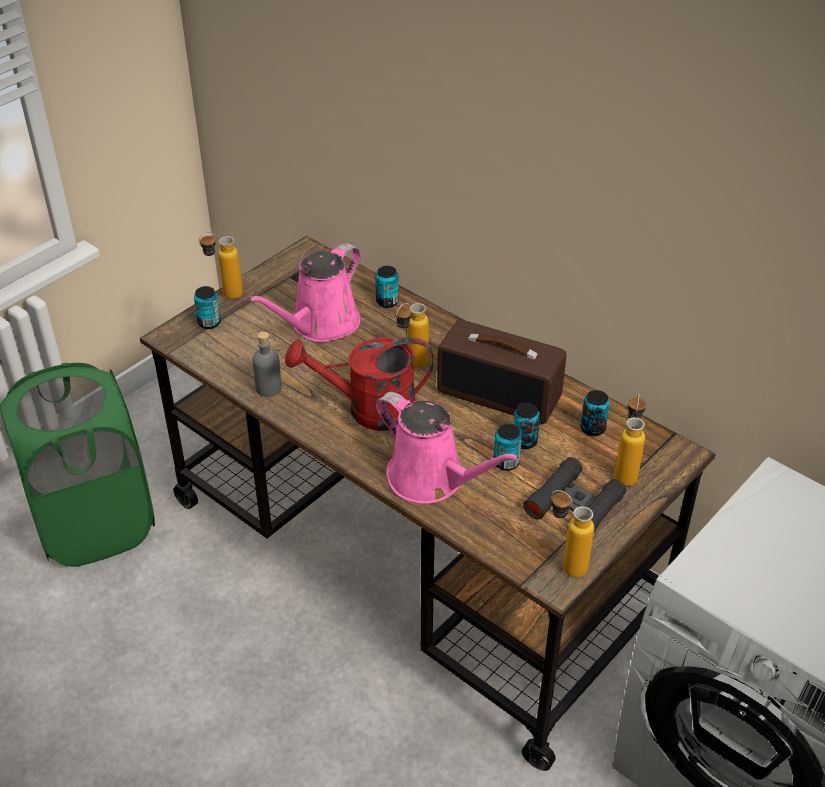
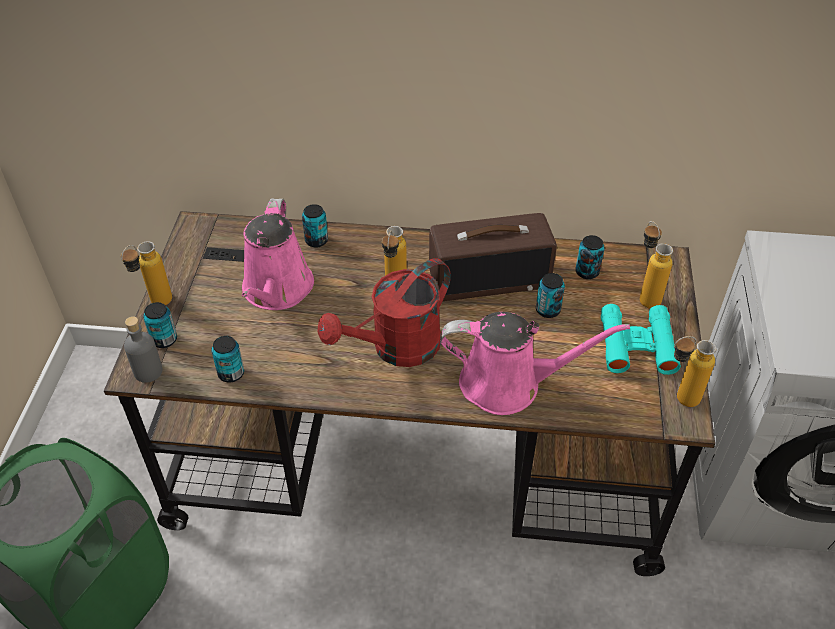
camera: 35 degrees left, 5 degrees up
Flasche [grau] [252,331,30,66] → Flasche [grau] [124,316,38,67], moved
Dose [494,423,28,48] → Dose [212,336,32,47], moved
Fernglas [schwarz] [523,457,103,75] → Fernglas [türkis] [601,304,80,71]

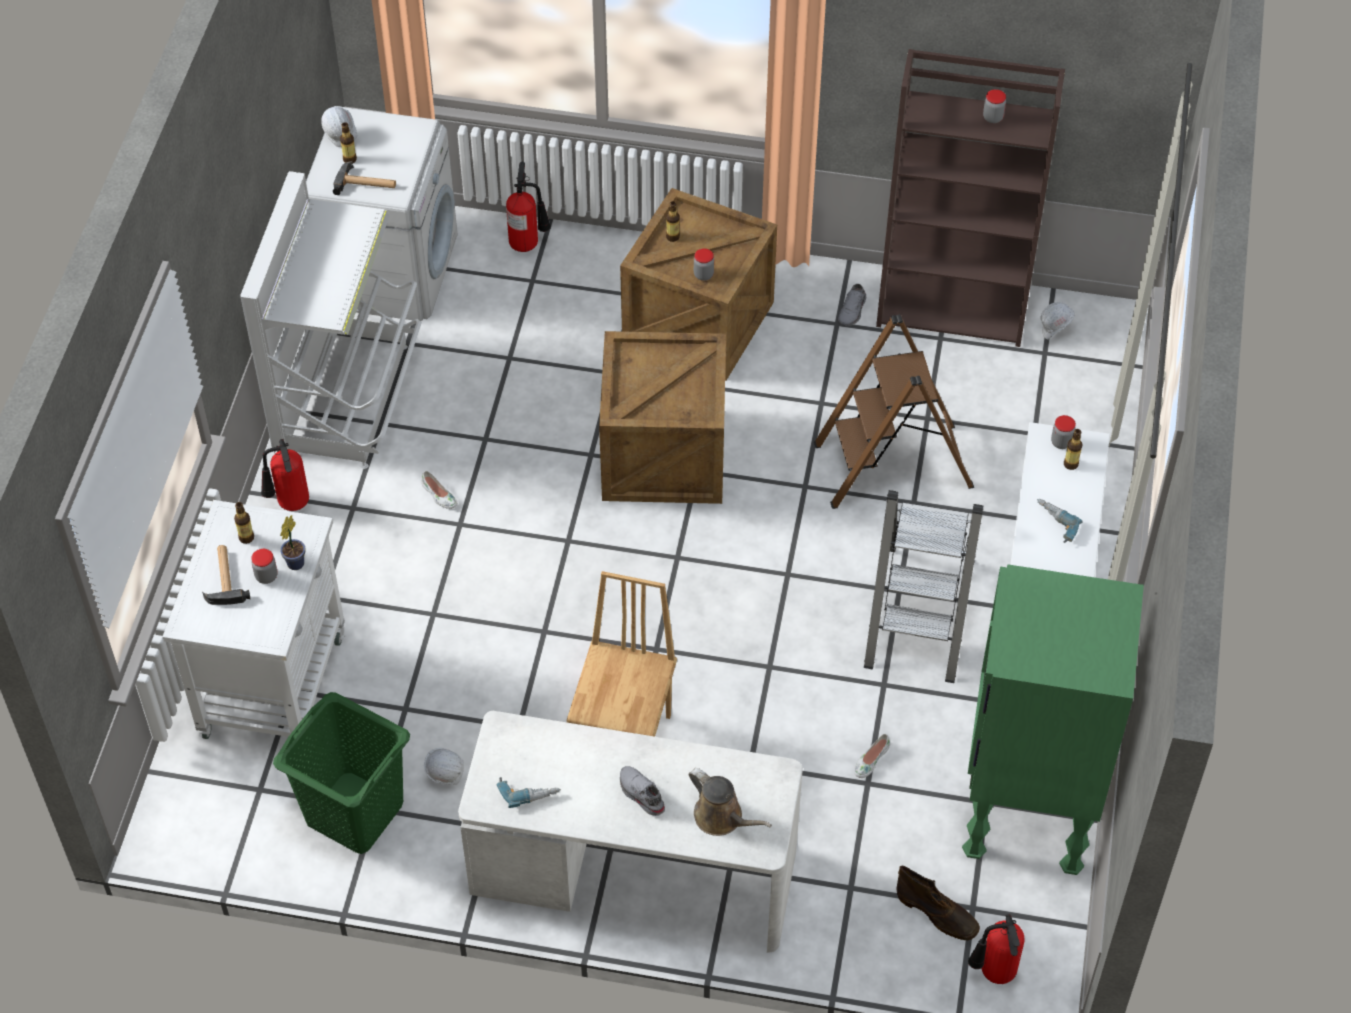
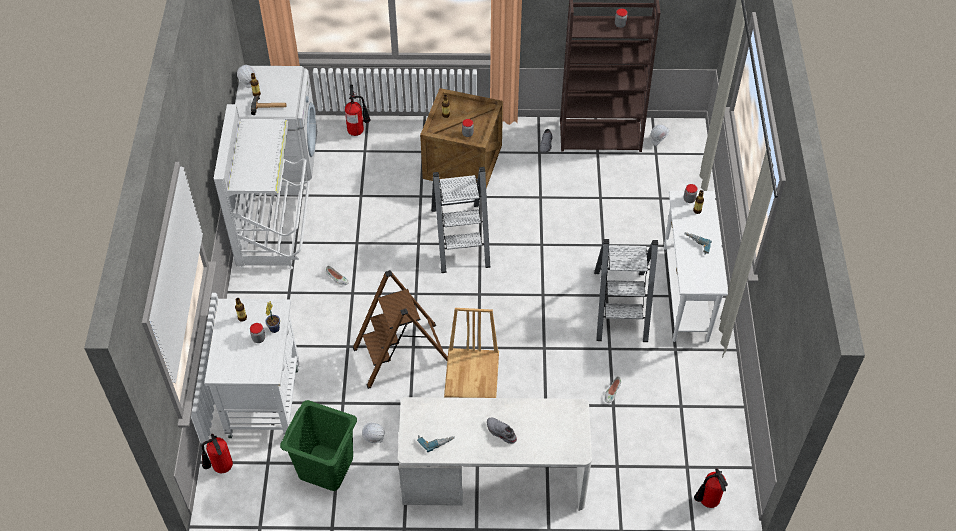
camera: 10 degrees left, 0 degrees up
Trittleiter [braun] [814,314,160,195] → Trittleiter [braun] [353,270,95,119], moved
Kiste [599,331,127,173] → Trittleiter [grau] [431,167,59,106]
Feuerlöscher [261,439,48,72] → Feuerlöscher [201,434,32,39], moved
Hammer [202,545,48,60] → -
Schrank [grün] [962,564,182,311] → -
Gießkanne [braun] [689,768,83,68] → -
Stiefel [braun] [896,866,84,74] → -

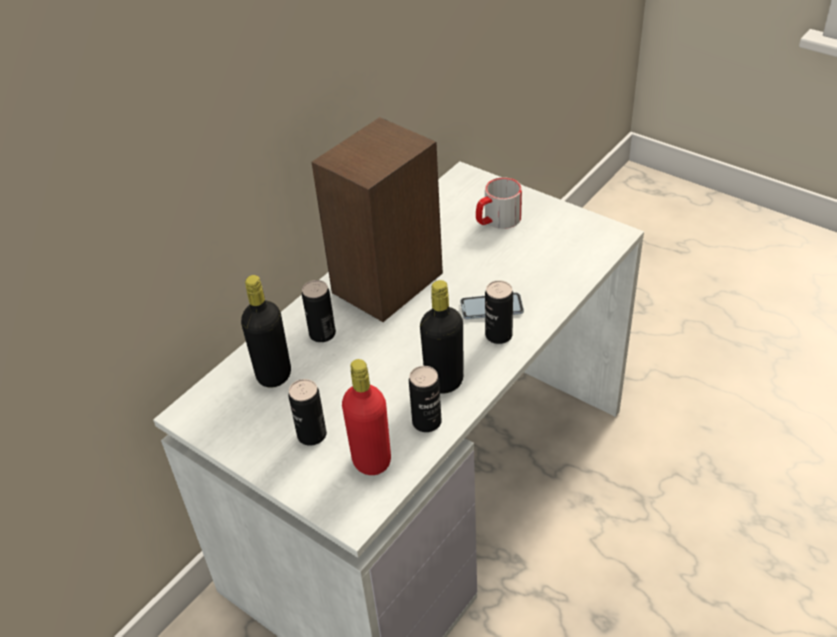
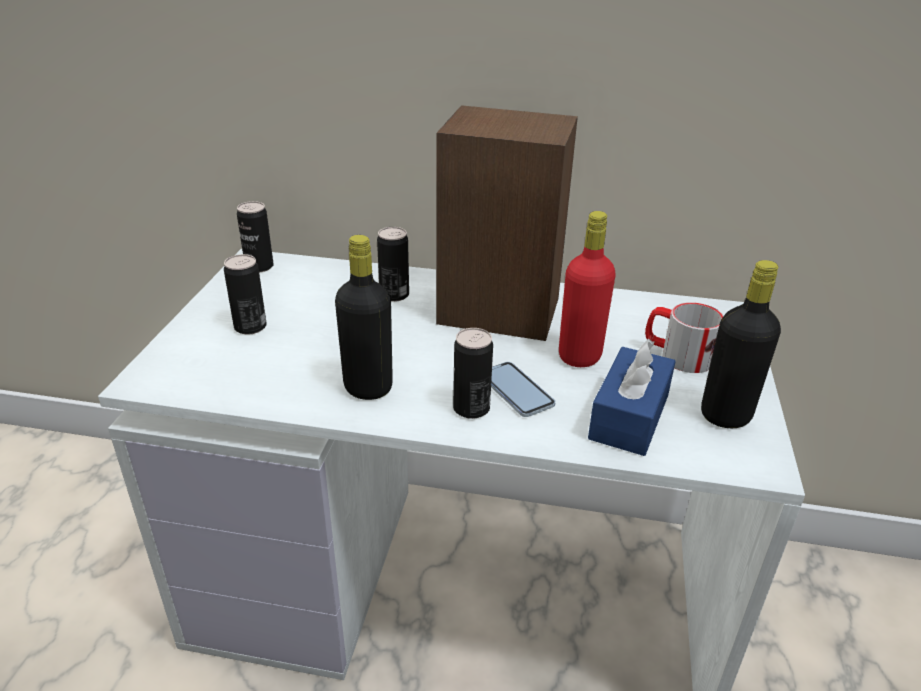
camera: 60 degrees right, 10 degrees down
Flasche [schwarz] [241,275,50,113] → Flasche [schwarz] [701,260,80,168], moved
Flasche [rot] [342,359,49,116] → Flasche [rot] [559,211,57,156], moved
Dose [409,366,33,66] → Dose [237,201,37,72], moved
- → Taschentuchbox [blau] [588,339,88,117]

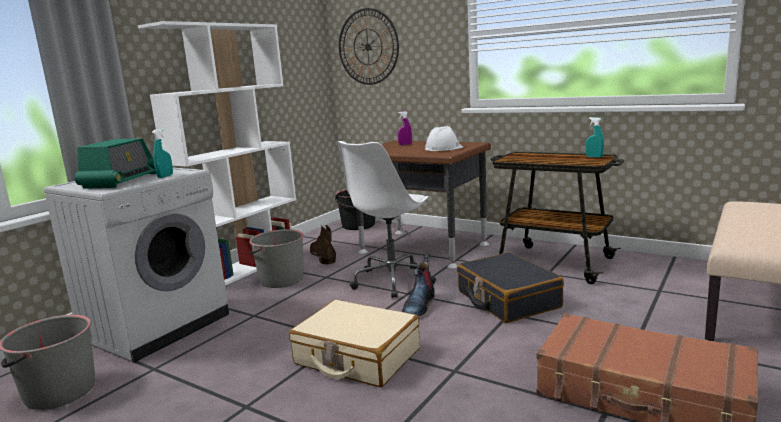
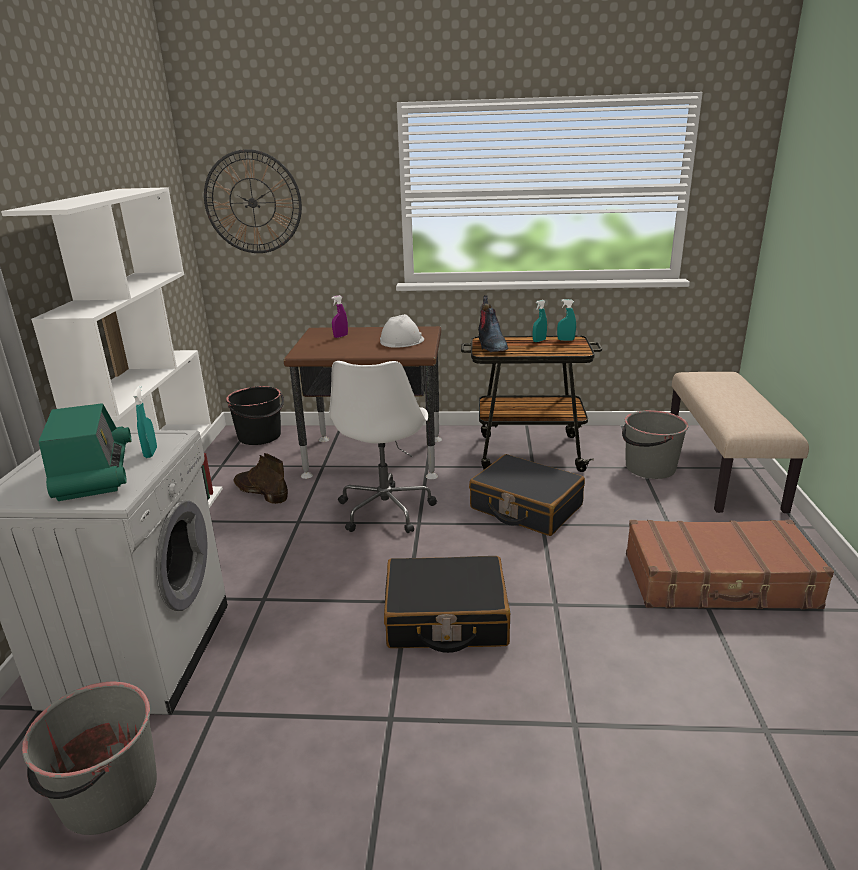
camera: 30 degrees left, 10 degrees up
Eimer [grau] [249,229,55,59] → Eimer [grau] [622,410,67,69], moved
Stiefel [402,253,33,63] → Stiefel [478,295,30,57], moved
Koffer [beige] [289,300,131,87] → Koffer [schwarz] [384,556,126,97]
- → Sprühflasche [türkis] [533,300,14,42]

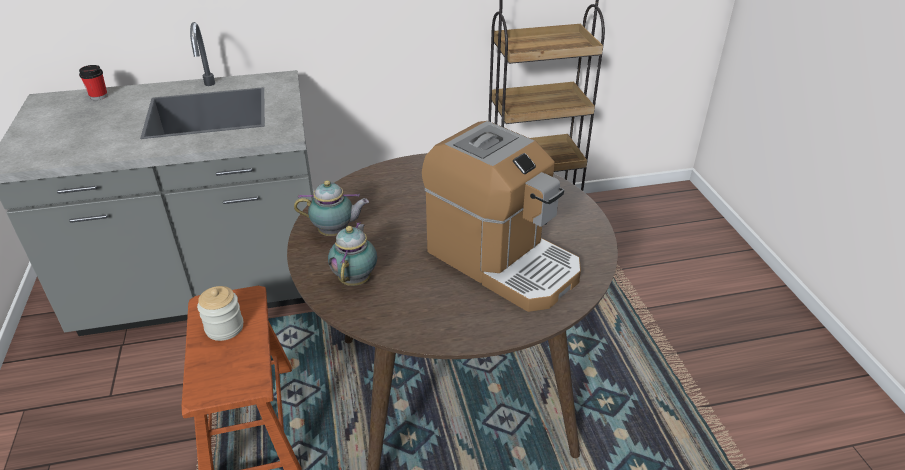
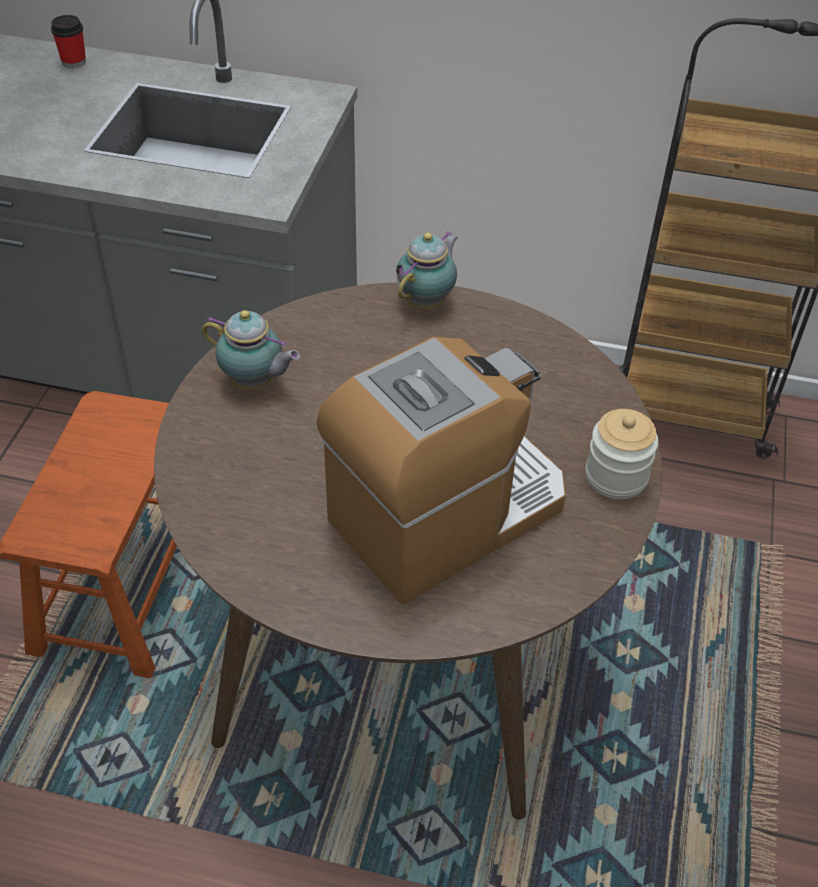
camera: 25 degrees right, 10 degrees up
Kaffeemaschine [422,121,159,191] → Kaffeemaschine [316,337,250,268], 105 degrees counterclockwise
Teekanne [328,222,49,64] → Teekanne [396,231,62,78], moved
Vorratsglas [197,286,46,55] → Vorratsglas [586,409,72,90], moved

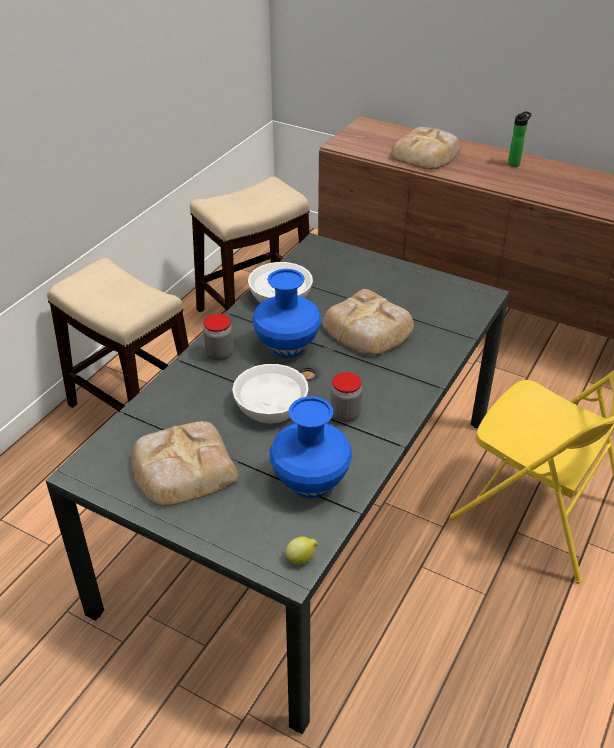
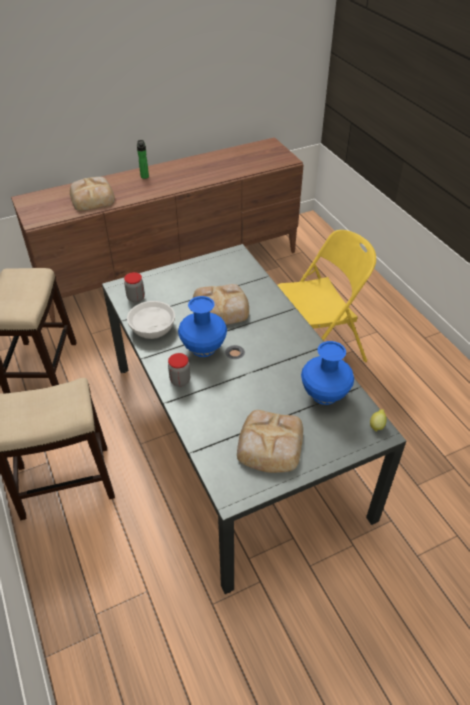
camera: 55 degrees left, 5 degrees up
Schüssel [weiß] [232,364,77,60] → -
Vorratsglas [330,372,32,50] → Vorratsglas [124,272,21,30], moved

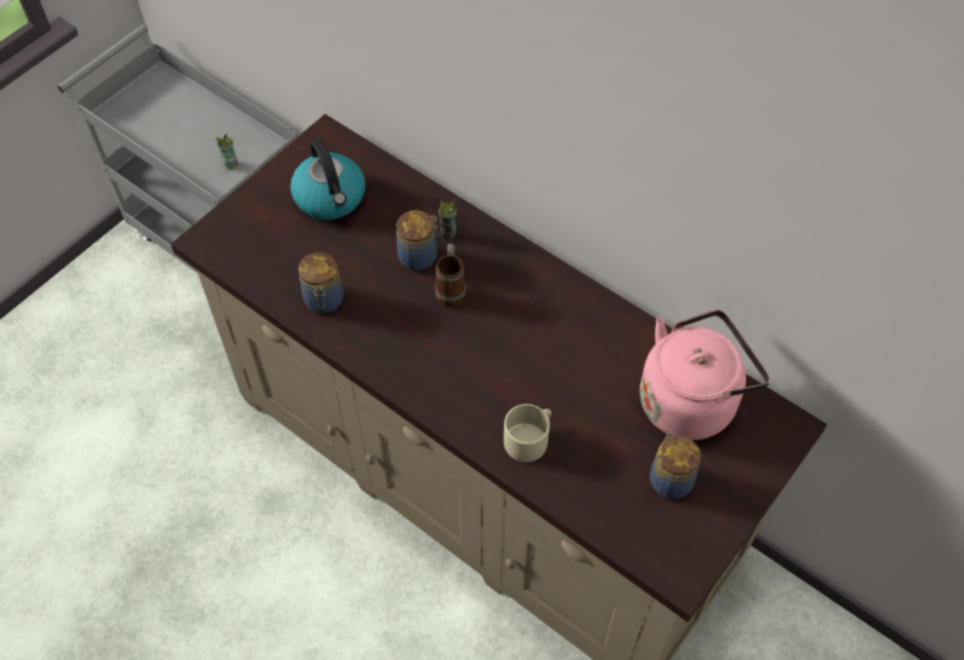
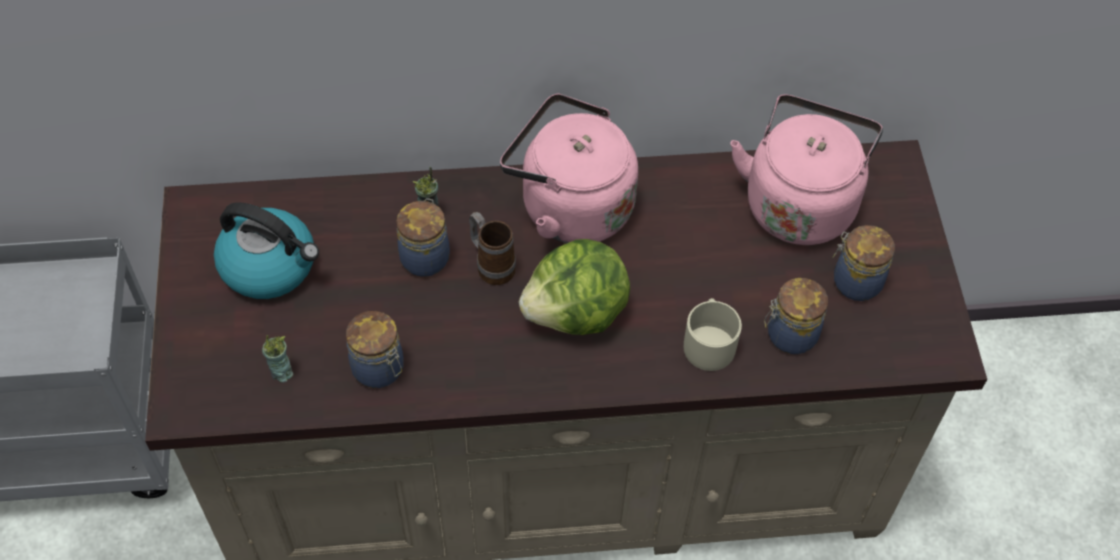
camera: 45 degrees left, 0 degrees up
Tasse [216,134,22,36] → Tasse [262,335,32,47], moved
- → Wasserkessel [rosa] [500,93,138,150]
- → Salatkopf [519,239,111,96]
- → Vorratsglas [764,278,64,76]

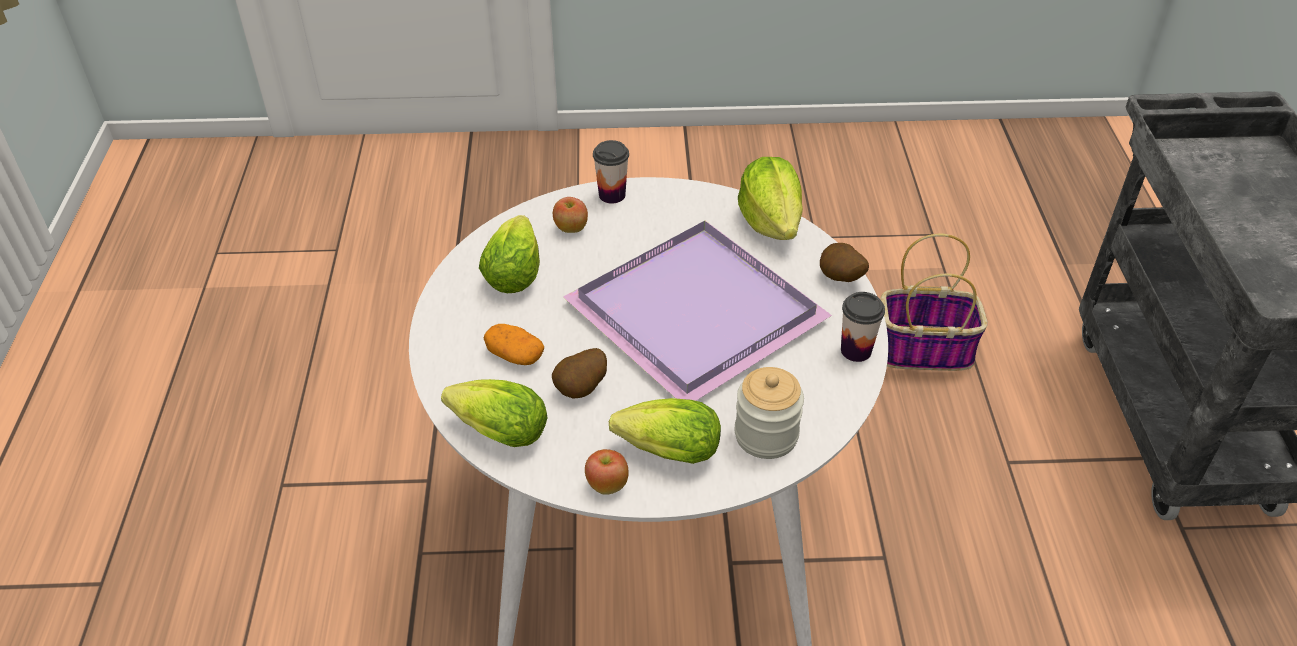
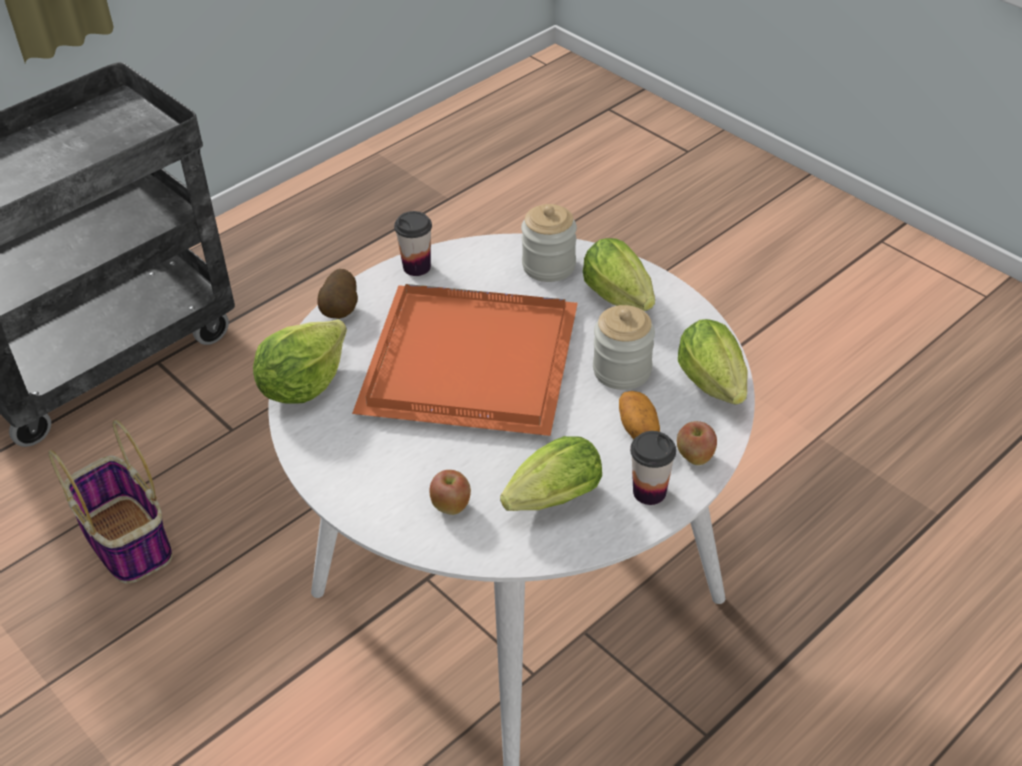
camera: 130 degrees left, 0 degrees up
Tasse [593,140,36,64] → Tasse [630,431,46,74], moved
Tablett [lila] [563,221,269,180] → Tablett [orange] [352,284,226,152]
Kartoffel [552,348,55,51] → Vorratsglas [593,305,62,85]
Apfel [585,449,44,46] → Apfel [677,421,40,44], moved

